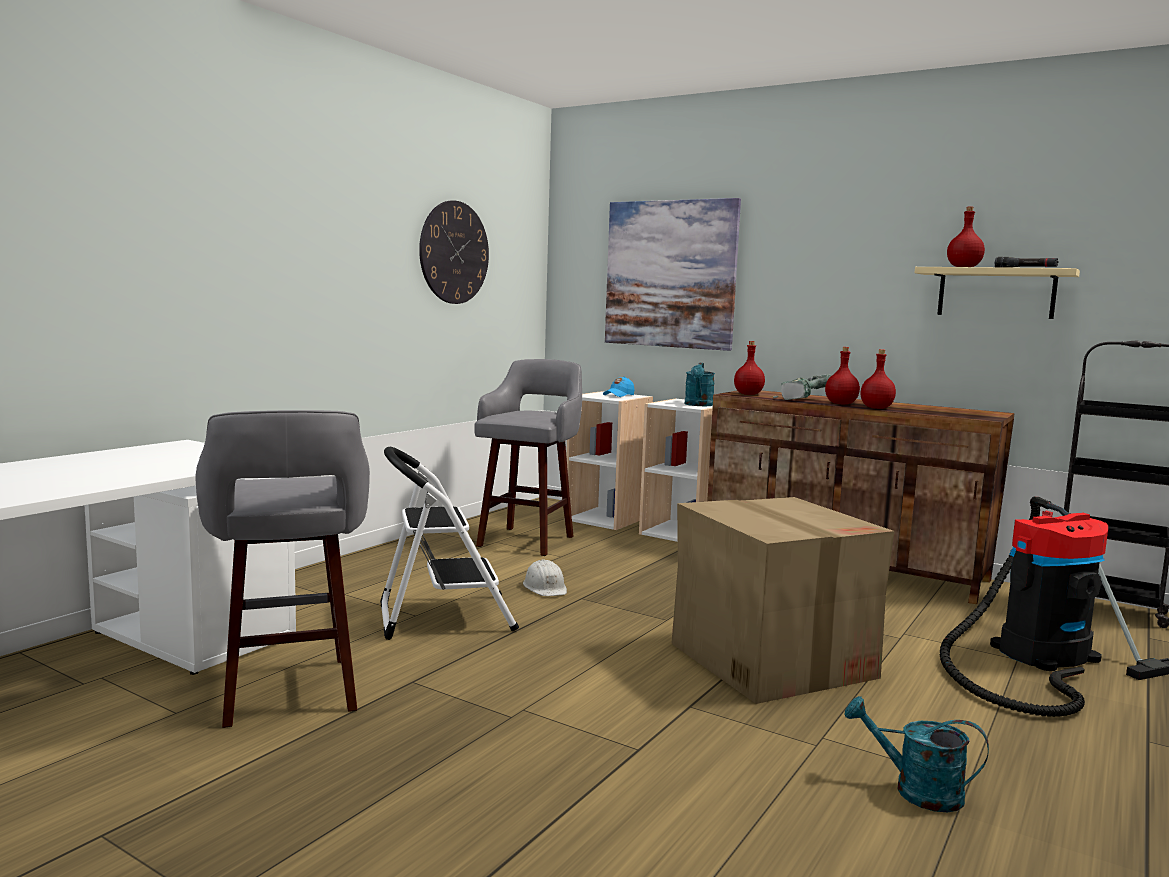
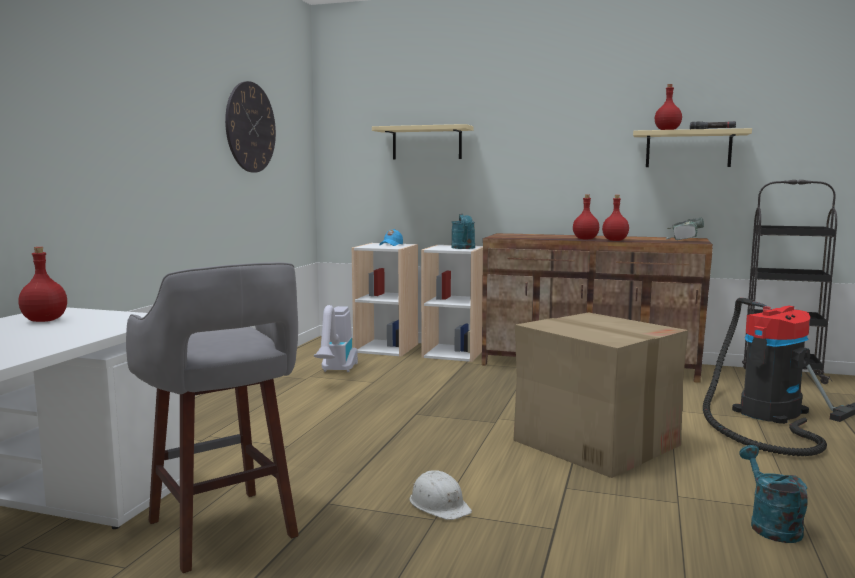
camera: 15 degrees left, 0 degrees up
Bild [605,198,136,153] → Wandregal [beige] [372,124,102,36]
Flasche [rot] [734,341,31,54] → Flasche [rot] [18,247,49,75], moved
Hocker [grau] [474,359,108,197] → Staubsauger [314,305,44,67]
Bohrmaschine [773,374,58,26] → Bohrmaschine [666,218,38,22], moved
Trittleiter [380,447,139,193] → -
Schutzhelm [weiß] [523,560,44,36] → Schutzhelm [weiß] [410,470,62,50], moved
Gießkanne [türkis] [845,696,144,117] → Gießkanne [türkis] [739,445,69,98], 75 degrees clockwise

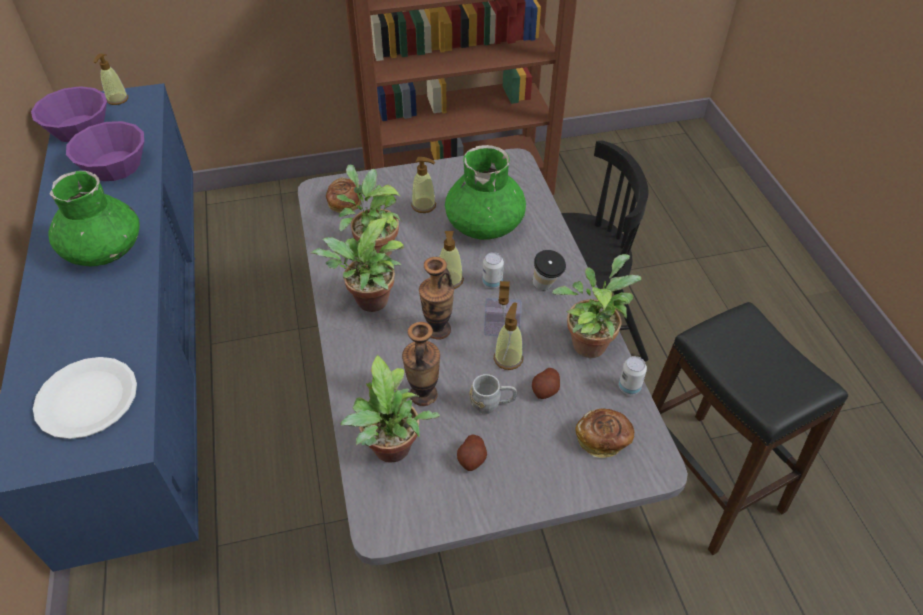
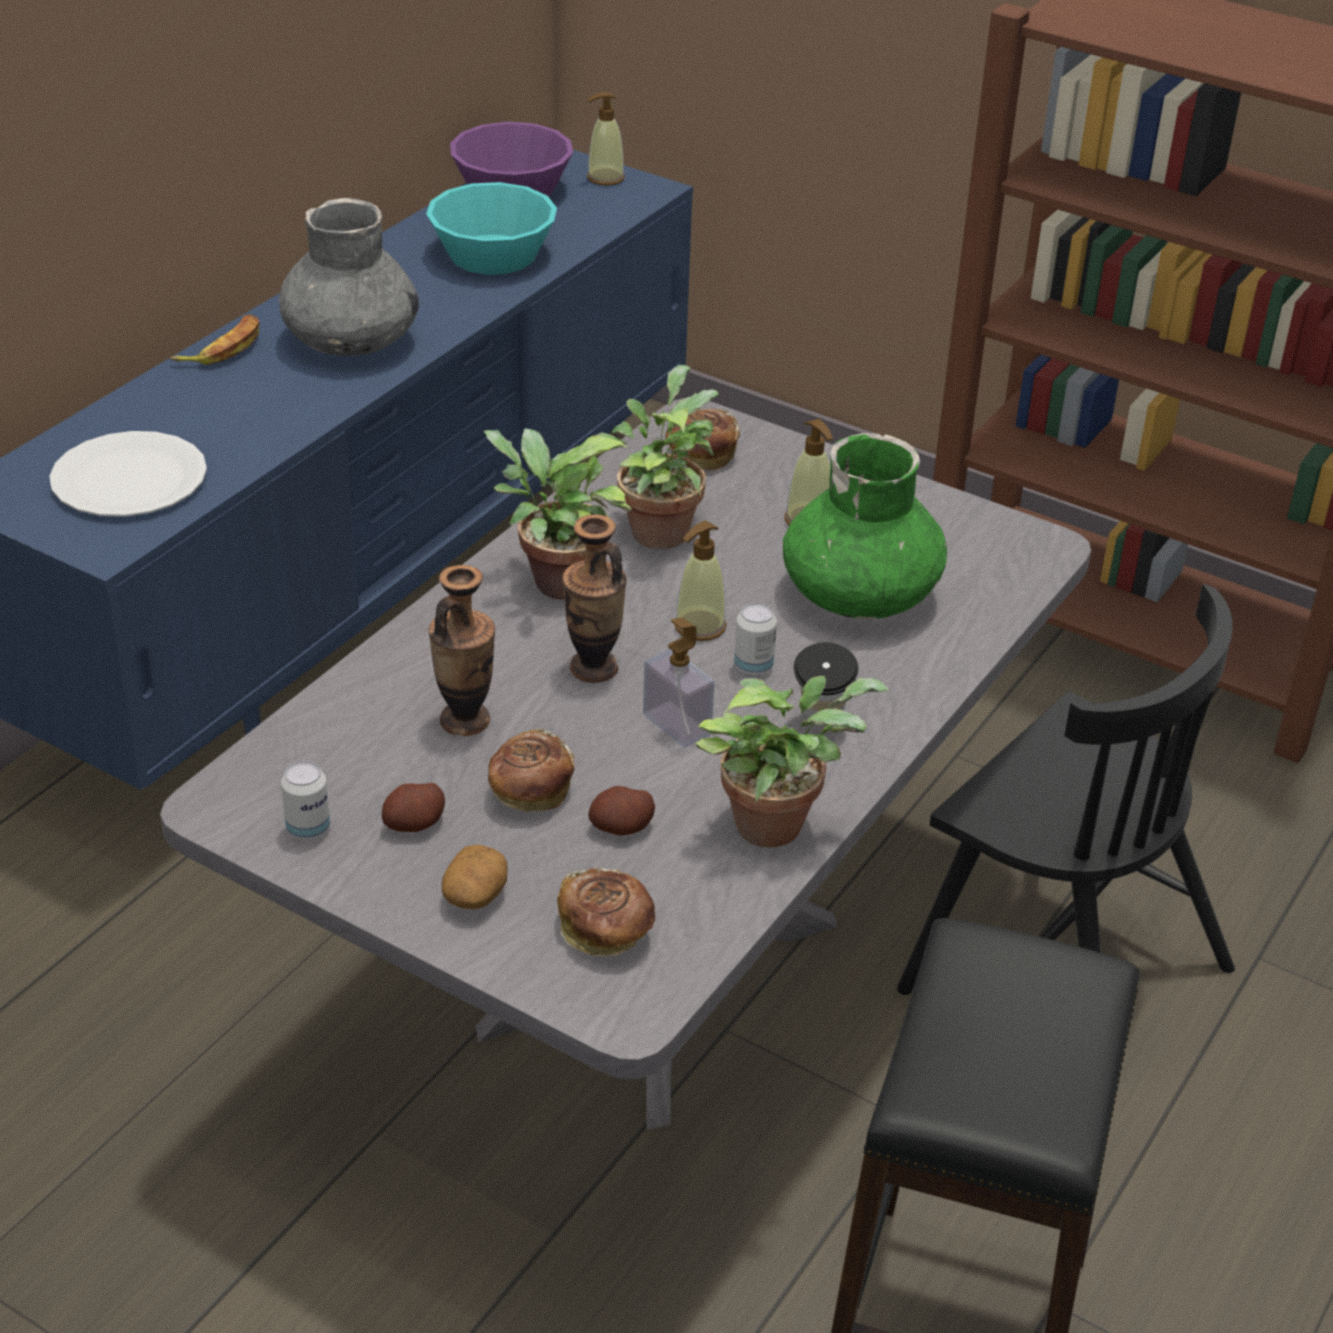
camera: 45 degrees right, 10 degrees down
Schüssel [lila] [66,121,78,60] → Schüssel [türkis] [426,182,131,93]
Vase [grün] [48,171,92,96] → Vase [grau] [279,198,140,158]
Seifenspender [494,302,29,68] → -
Topfpflanze [341,355,99,108] → -
Dose [619,356,28,39] → Dose [281,761,49,79], moved
Henkelbecher [grau] [469,374,48,40] → Brot [488,729,86,83]
- → Banane [170,314,89,51]
- → Kartoffel [442,845,65,64]

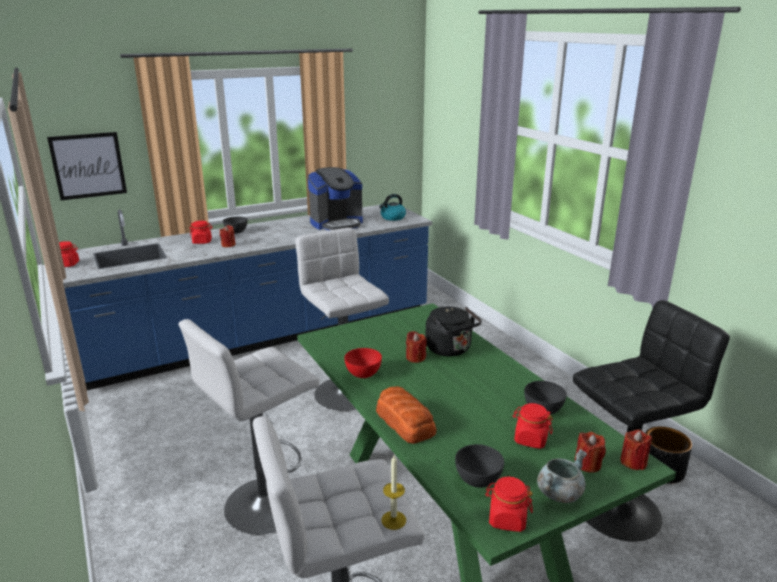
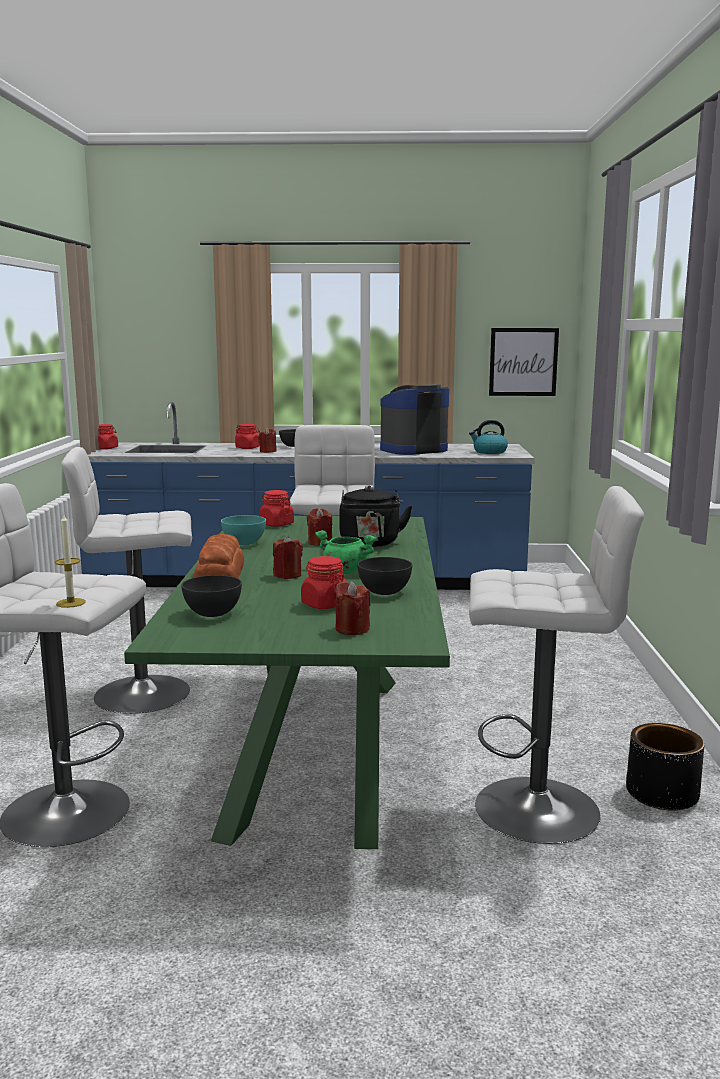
camera: 30 degrees right, 10 degrees down
Bild [47,132,80,68] → Bild [489,328,70,68], moved
Kaffeemaschine [308,167,55,64] → Kaffeemaschine [380,384,69,71], 150 degrees clockwise
Hocker [schwarz] [573,300,157,242] → Hocker [weiß] [469,486,175,358]
Schüssel [rot] [344,348,38,30] → Schüssel [türkis] [221,515,45,30]
Kerze [rot] [620,429,32,41] → Kerze [rot] [273,535,30,44], moved
Kochtopf [grau] [537,449,50,54] → -
Vorratsglas [rot] [485,477,48,55] → Vorratsglas [rot] [259,490,35,36], moved
- → Kochtopf [grün] [315,530,62,44]

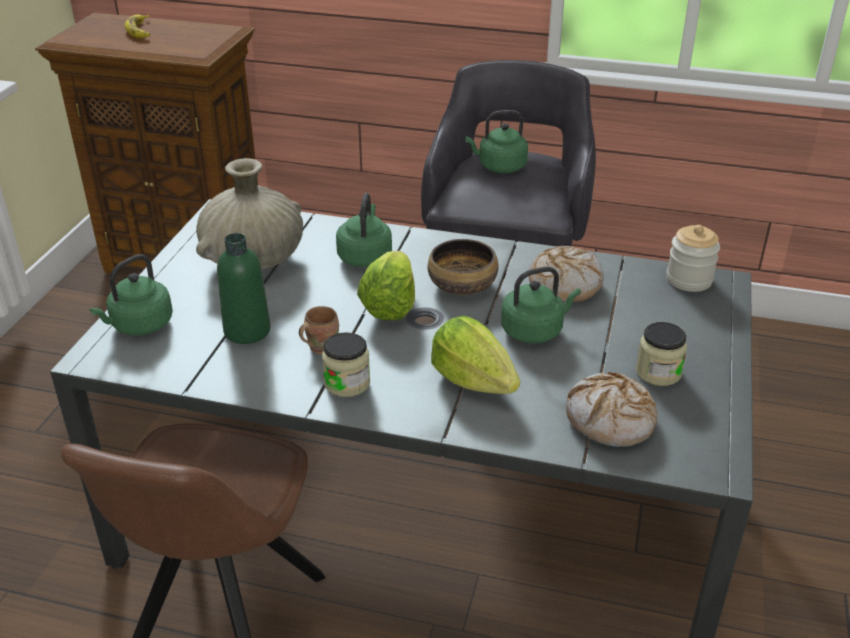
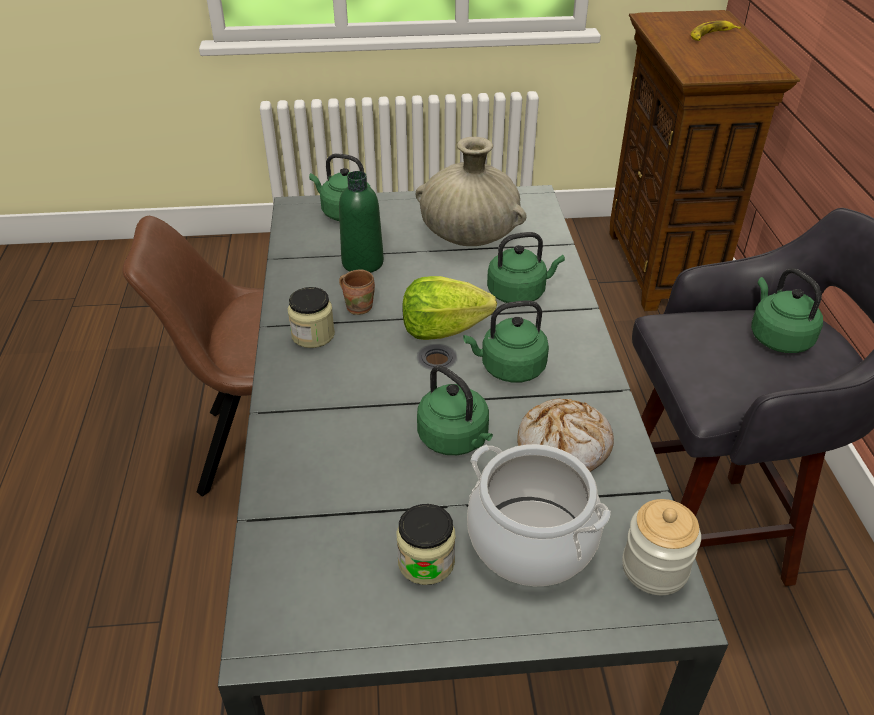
camera: 70 degrees right, 5 degrees up
Schüssel [427,239,72,56] → Wasserkessel [grün] [463,300,86,83]
Salatkopf [431,316,89,78] → -
Brot [566,372,91,75] → -
- → Kochtopf [467,444,144,142]

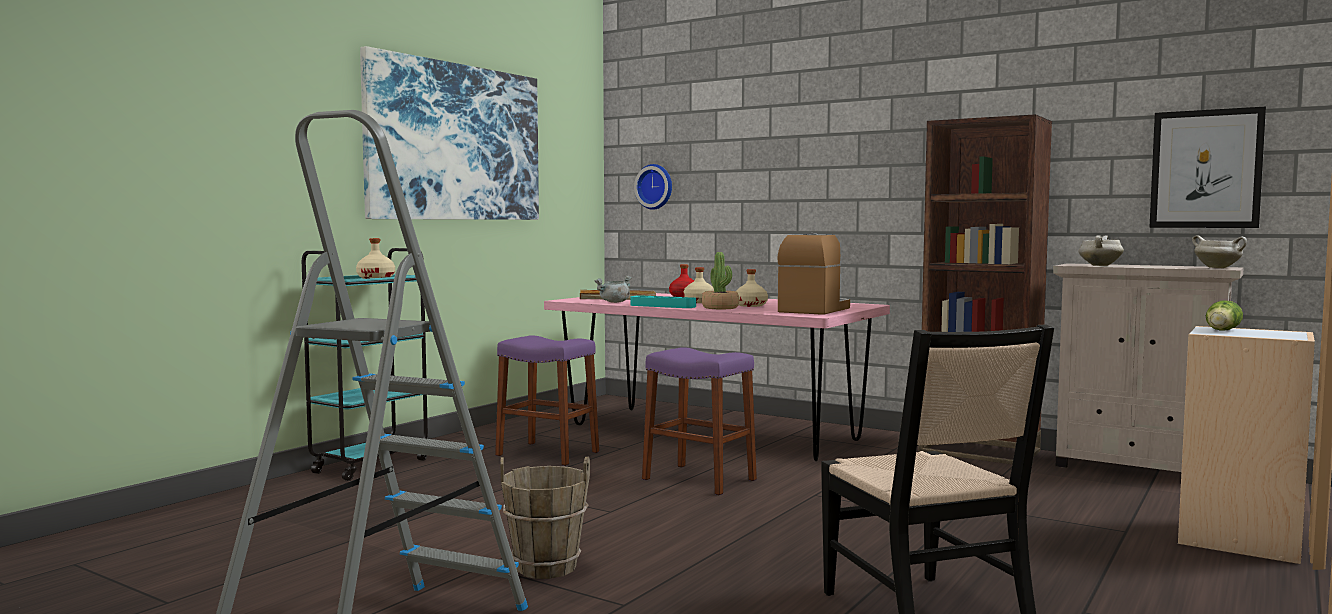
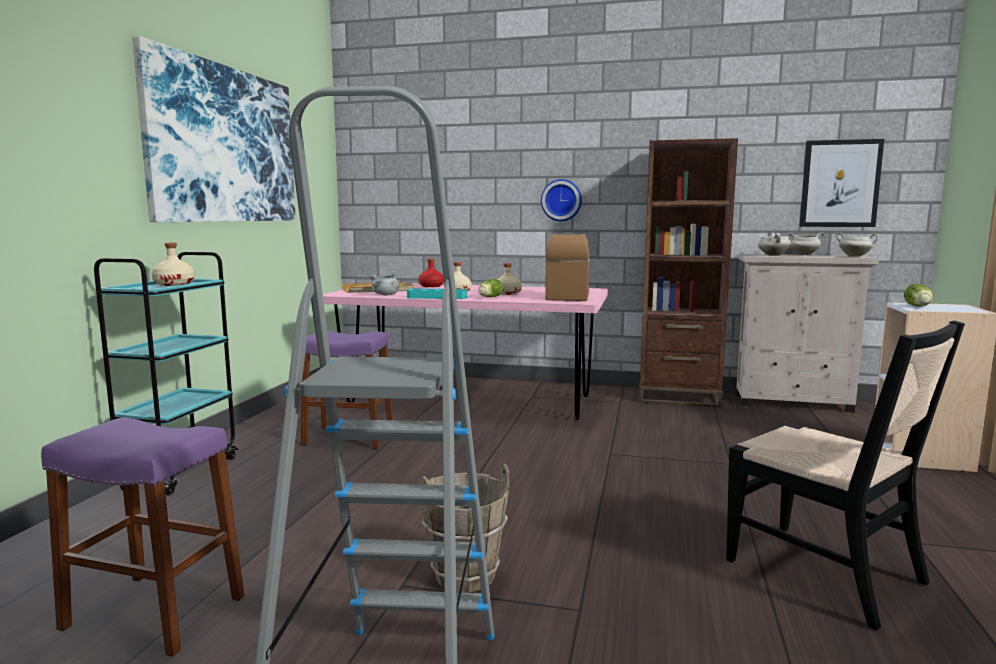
camera: 20 degrees left, 5 degrees up
Wanduhr [634,164,38,46] → Wanduhr [541,179,41,42], moved
Topfpflanze [702,252,37,57] → Salatkopf [478,279,25,18]
Hocker [lila] [642,347,115,148] → Hocker [lila] [41,417,203,240], moved
- → Kochtopf [weiß] [786,232,38,23]

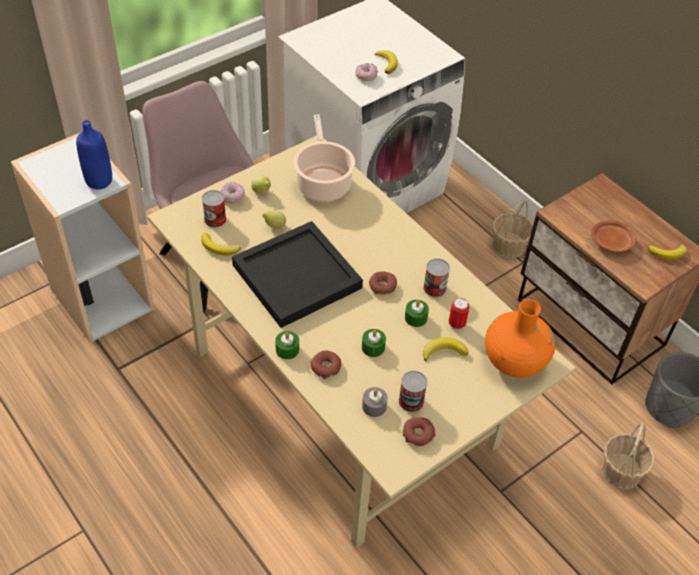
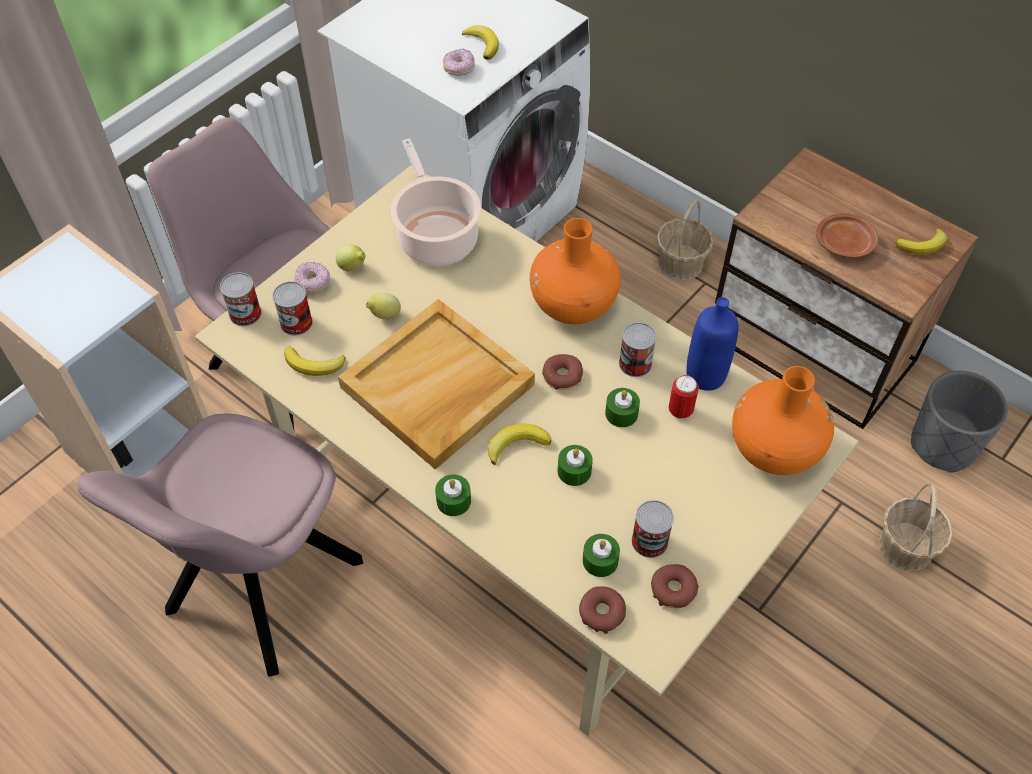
camera: 10 degrees left, 5 degrees up
Flasche [blau] [76,120,36,70] → Flasche [blau] [686,297,52,94], moved
Tablett [schwarz] [232,221,131,107] → Tablett [beige] [338,299,197,171]
Banane [423,337,45,24] → Banane [488,424,63,41], moved
Donut [311,350,30,29] → Donut [579,586,47,48], moved
Kerze [grau] [362,387,26,30] → Kerze [grün] [583,534,37,43]
- → Vase [orange] [530,218,91,106]
- → Dose [220,272,41,54]
- → Stuhl [rosa] [78,414,285,263]

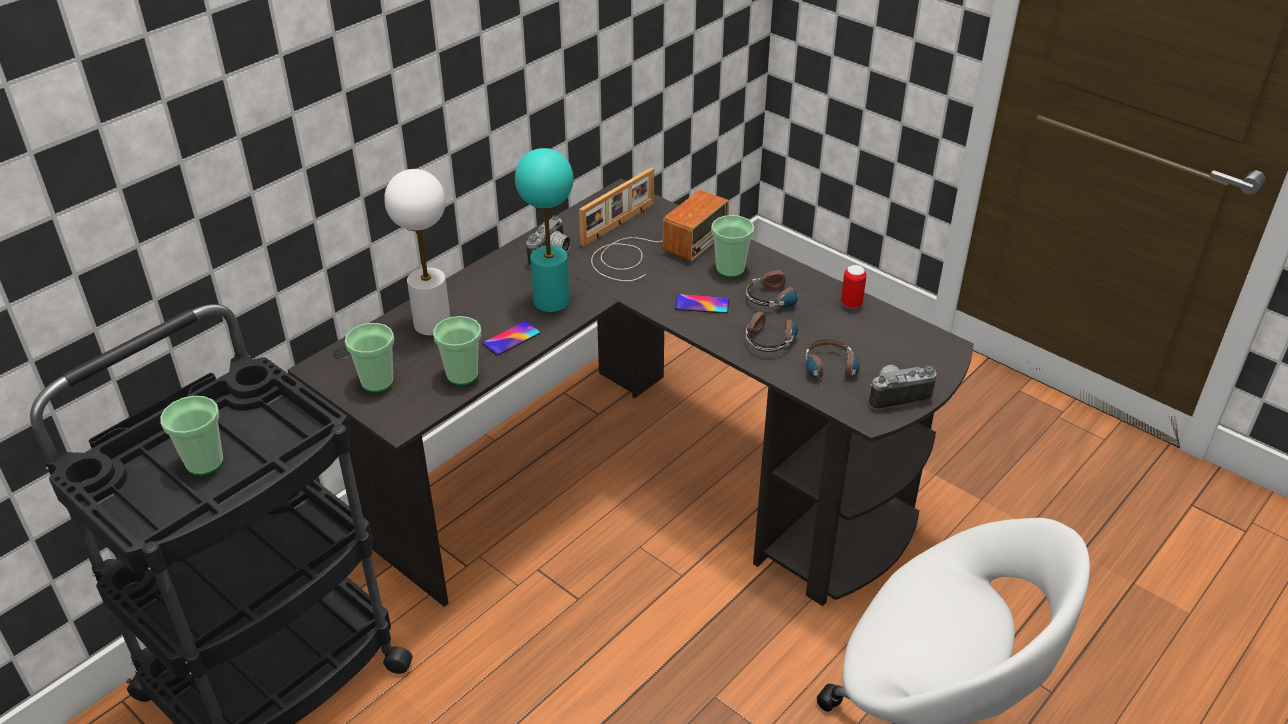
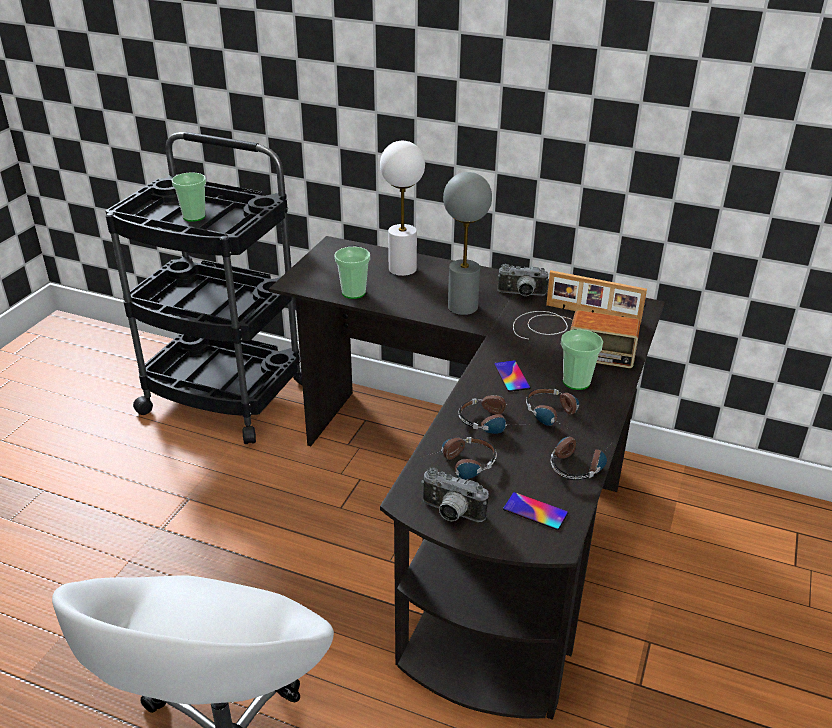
camera: 70 degrees right, 5 degrees down
Tischlampe [türkis] [515,148,59,164] → Tischlampe [grau] [443,172,49,143]
Dose [841,265,26,43] → Kopfhörer [550,437,59,43]
Handy [482,321,59,34] → Handy [503,492,65,38], moved
Tasse [345,323,49,69] → -
Kamera [869,365,68,45] → Kamera [421,467,68,55], 150 degrees clockwise

